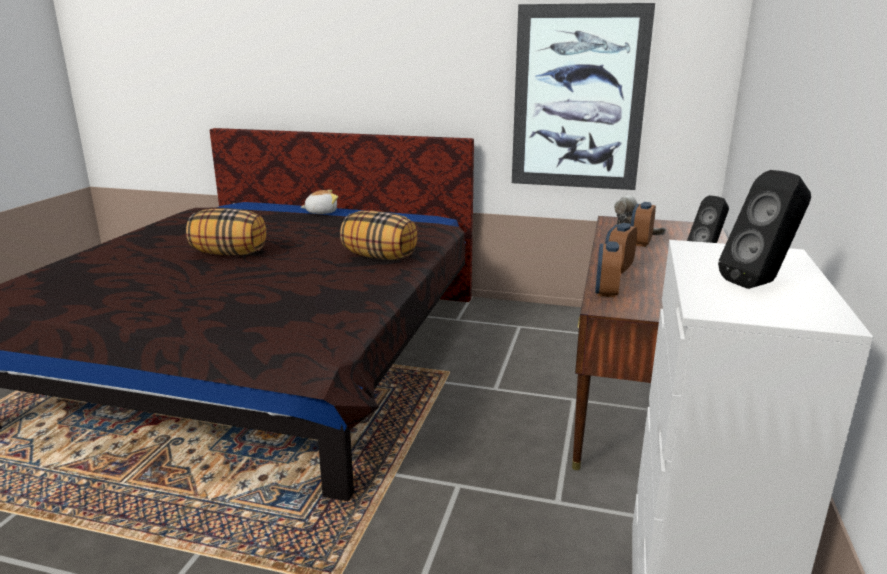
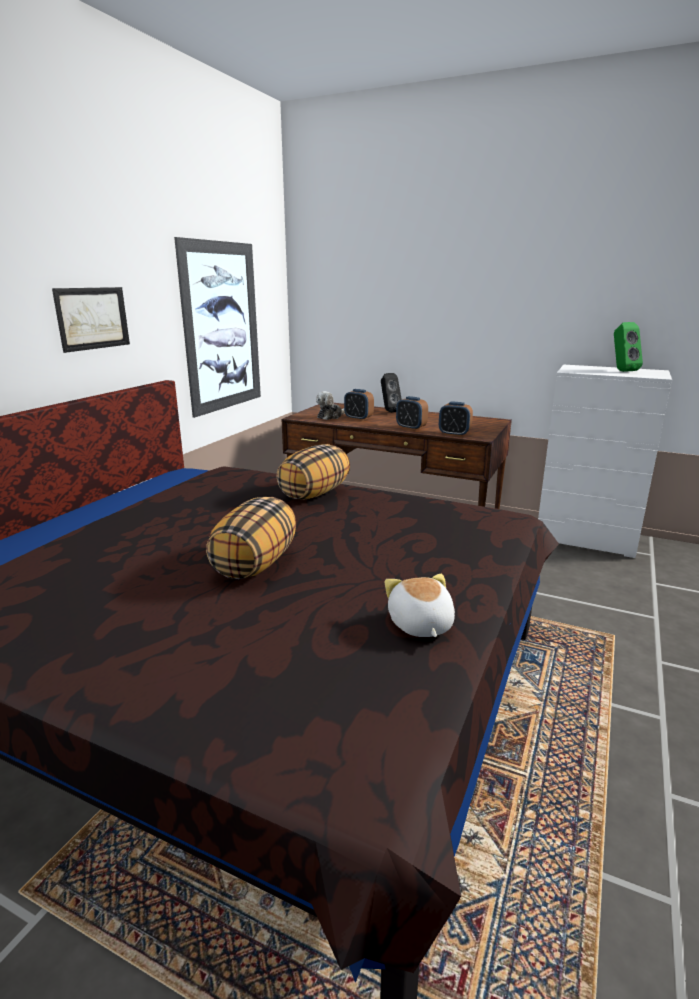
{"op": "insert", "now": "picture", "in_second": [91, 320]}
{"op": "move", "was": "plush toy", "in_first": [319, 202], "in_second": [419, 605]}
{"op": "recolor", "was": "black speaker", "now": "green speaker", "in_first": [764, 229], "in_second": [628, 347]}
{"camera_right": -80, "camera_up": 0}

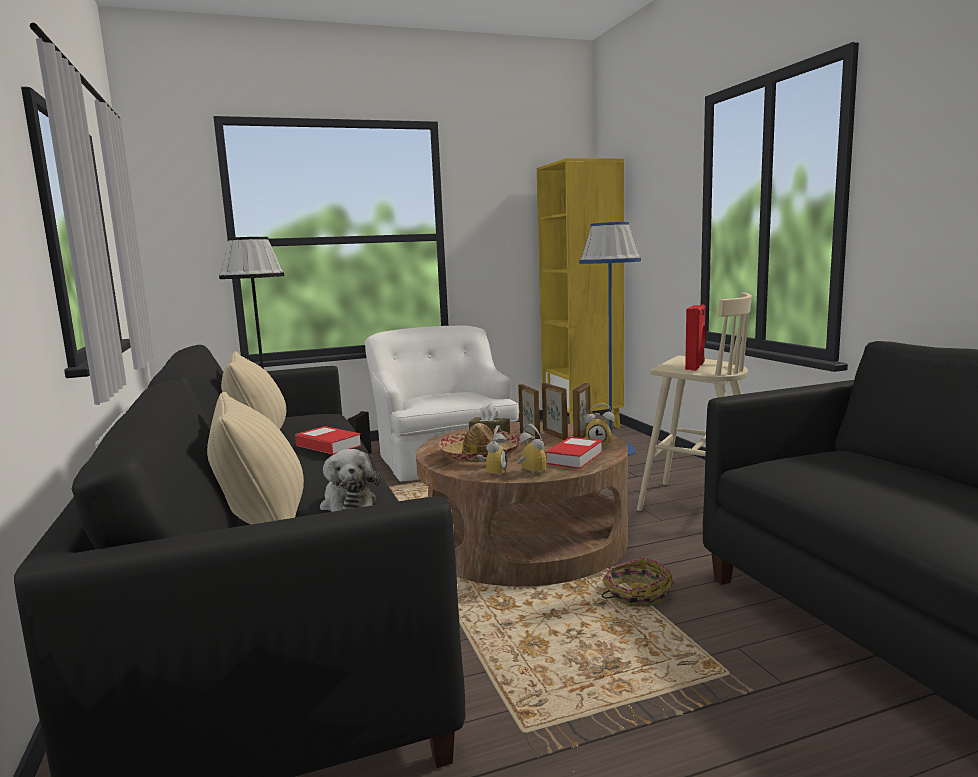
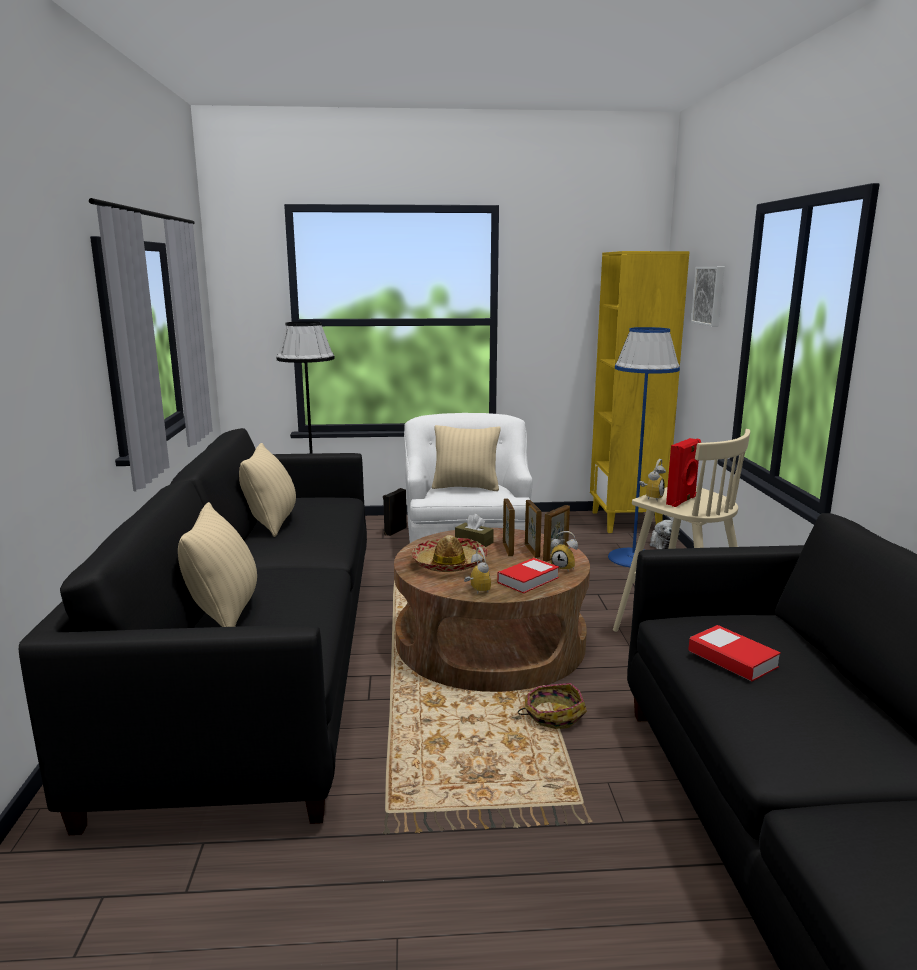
{"op": "insert", "now": "beige pillow", "in_second": [466, 458]}
{"op": "insert", "now": "picture", "in_second": [707, 297]}
{"op": "move", "was": "book", "in_first": [328, 440], "in_second": [734, 653]}
{"op": "move", "was": "plush toy", "in_first": [350, 480], "in_second": [665, 534]}
{"op": "move", "was": "alarm clock", "in_first": [492, 451], "in_second": [652, 479]}
{"camera_right": 15, "camera_up": 5}

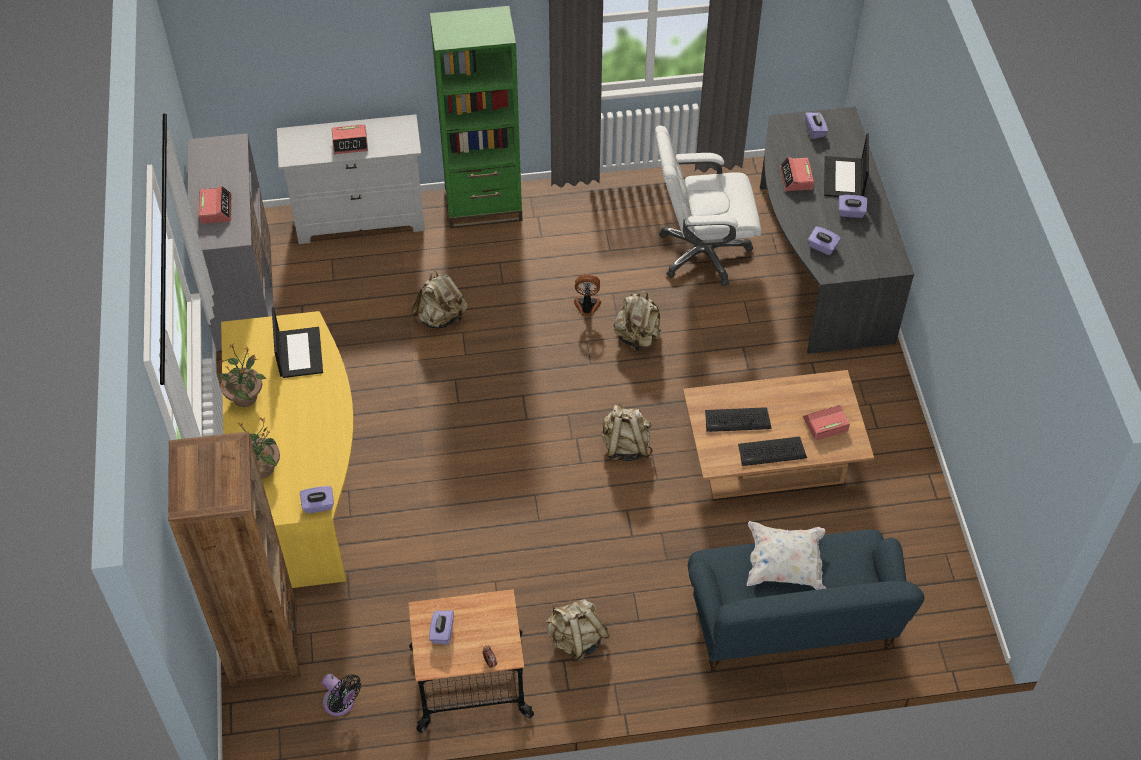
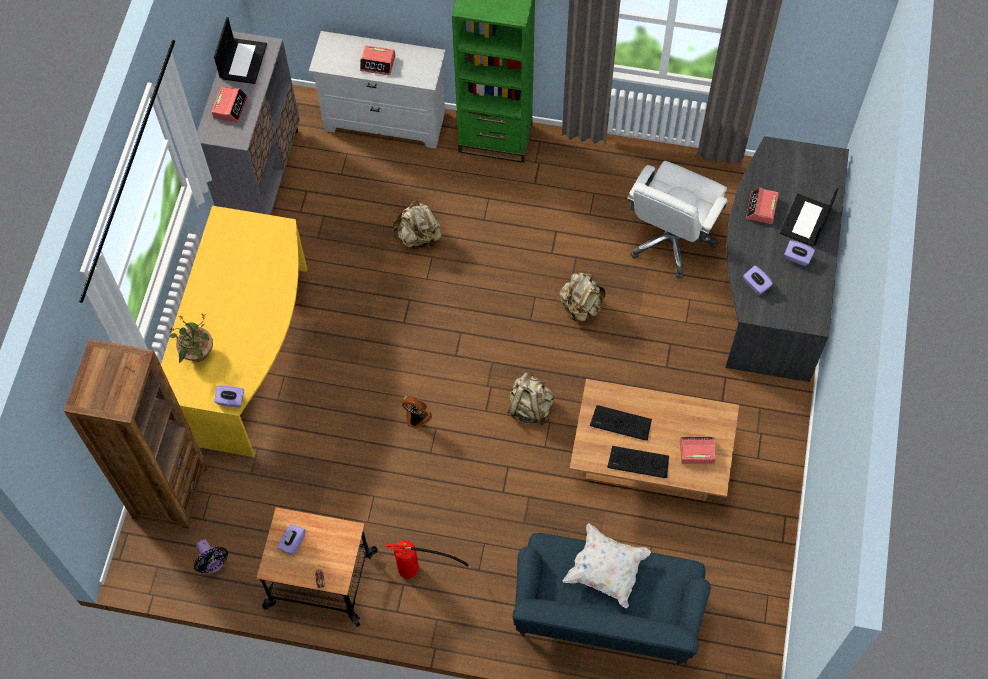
{"op": "delete", "was": "potted plant", "in_first": [242, 375]}
{"op": "delete", "was": "purple tissue box", "in_first": [816, 125]}
{"op": "move", "was": "laptop", "in_first": [297, 342], "in_second": [240, 50]}
{"op": "move", "was": "fan", "in_first": [587, 295], "in_second": [417, 412]}
{"op": "replace", "was": "beige backpack", "now": "fire extinguisher", "in_first": [578, 630], "in_second": [428, 559]}
{"op": "rotate", "was": "white office chair", "in_first": [708, 206], "in_second": [677, 220], "clockwise": -75}
{"camera_right": 20, "camera_up": 10}

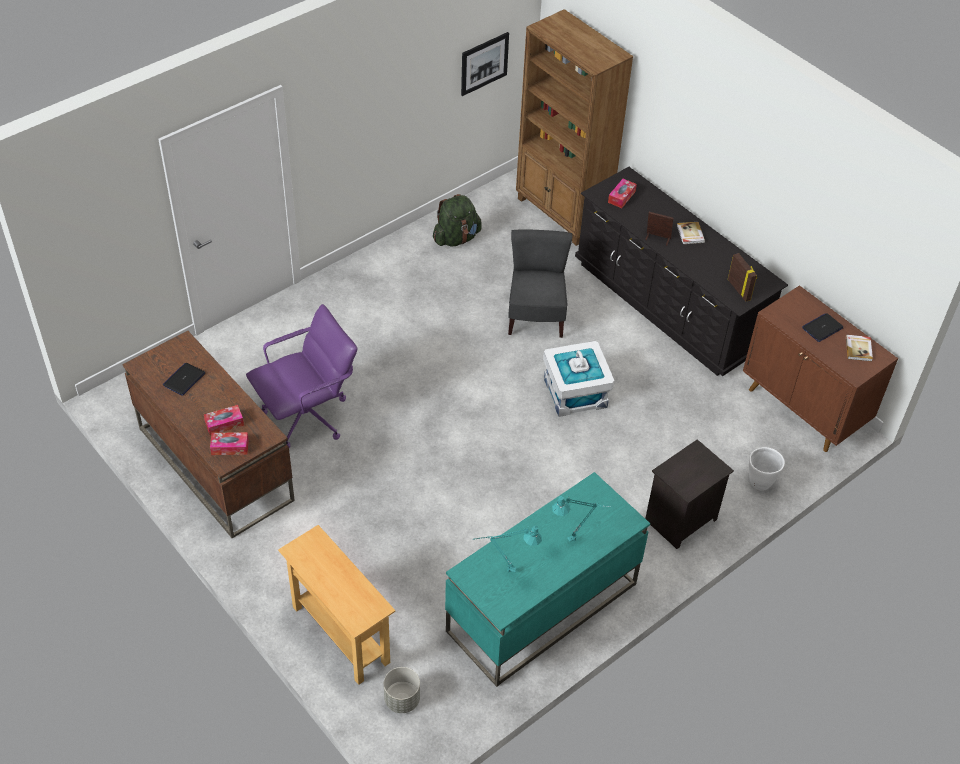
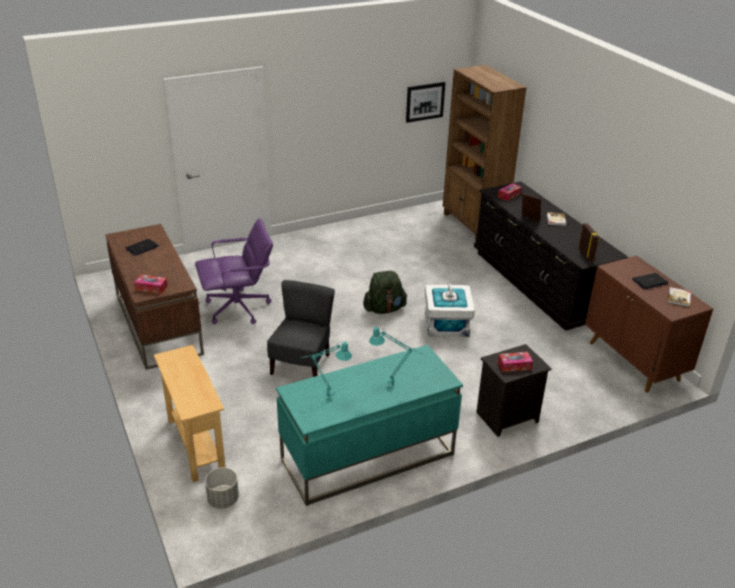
{"op": "delete", "was": "white planter", "in_first": [767, 469]}
{"op": "move", "was": "tissue box", "in_first": [224, 420], "in_second": [515, 362]}
{"op": "move", "was": "green backpack", "in_first": [457, 220], "in_second": [385, 292]}
{"op": "move", "was": "grey chair", "in_first": [540, 283], "in_second": [301, 328]}
{"camera_right": 15, "camera_up": -15}

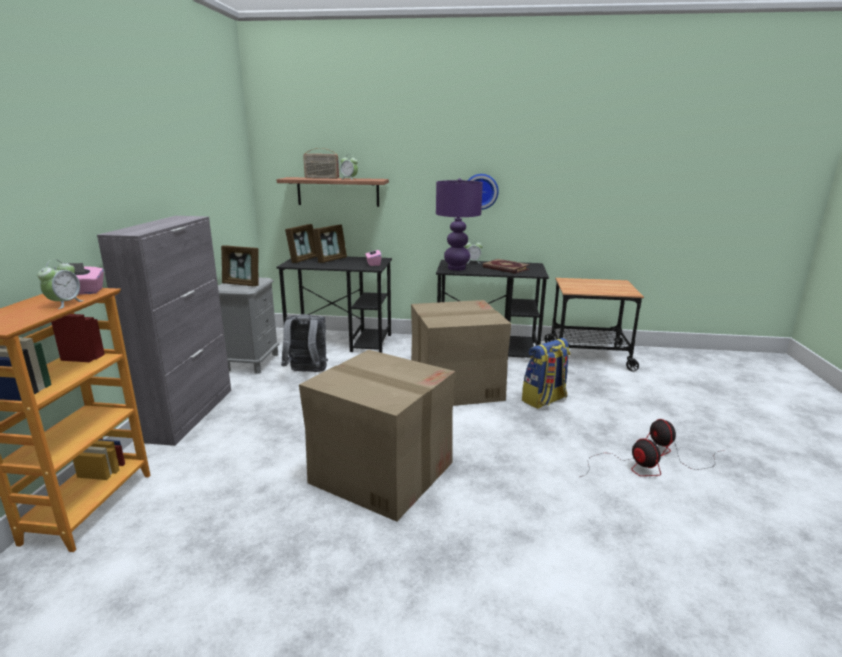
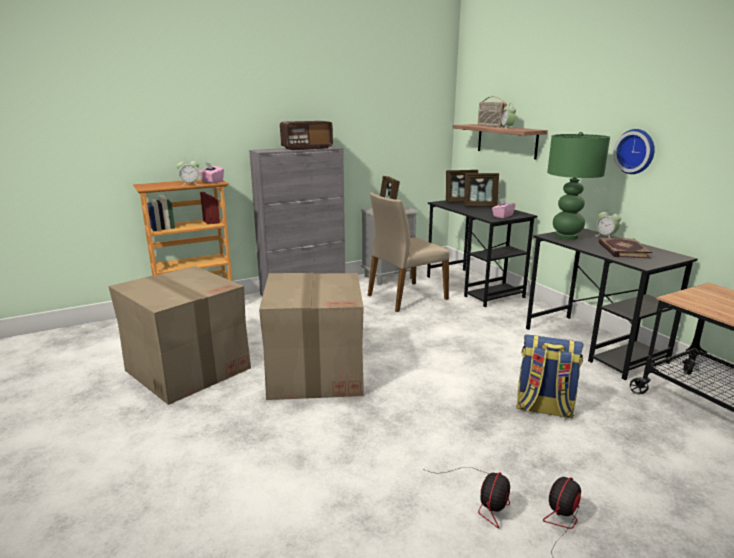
{"op": "insert", "now": "radio", "in_second": [306, 135]}
{"op": "move", "was": "cardboard box", "in_first": [461, 353], "in_second": [179, 335]}
{"op": "replace", "was": "grey backpack", "now": "beige chair", "in_first": [304, 343], "in_second": [408, 252]}
{"op": "recolor", "was": "purple table lamp", "now": "green table lamp", "in_first": [459, 224], "in_second": [578, 186]}
{"camera_right": 55, "camera_up": 0}

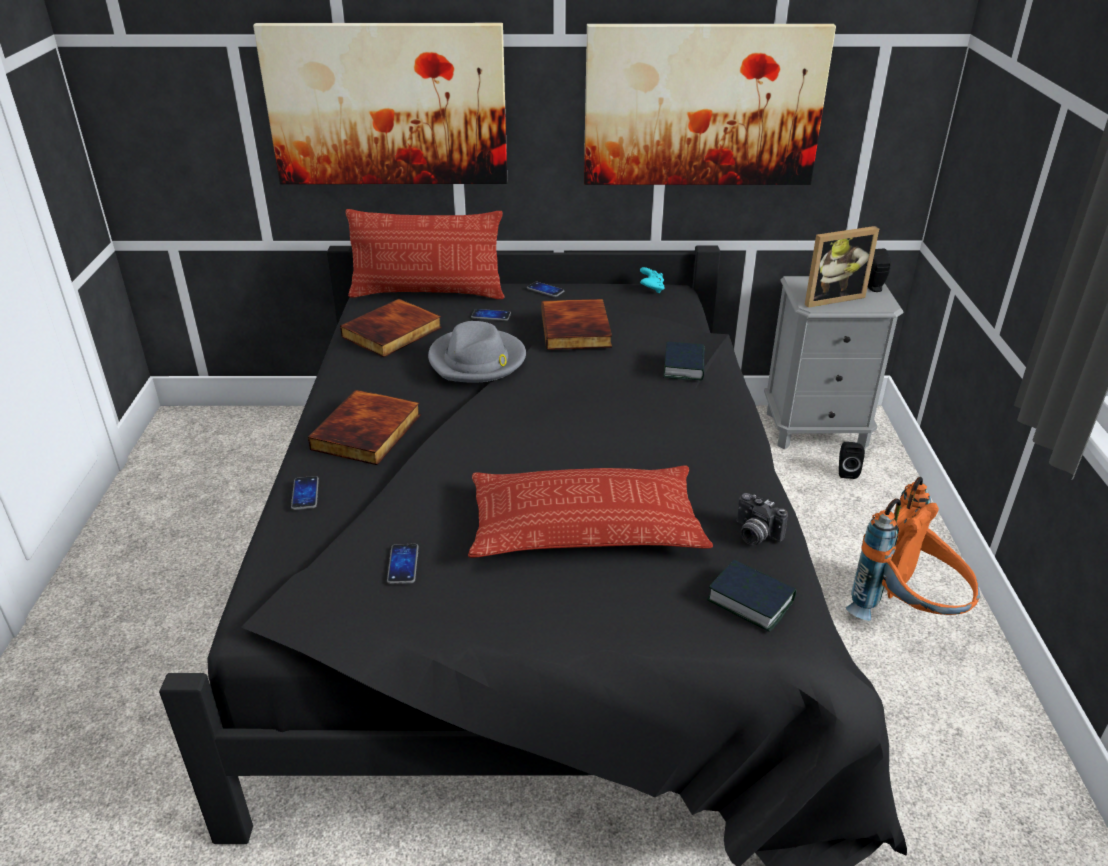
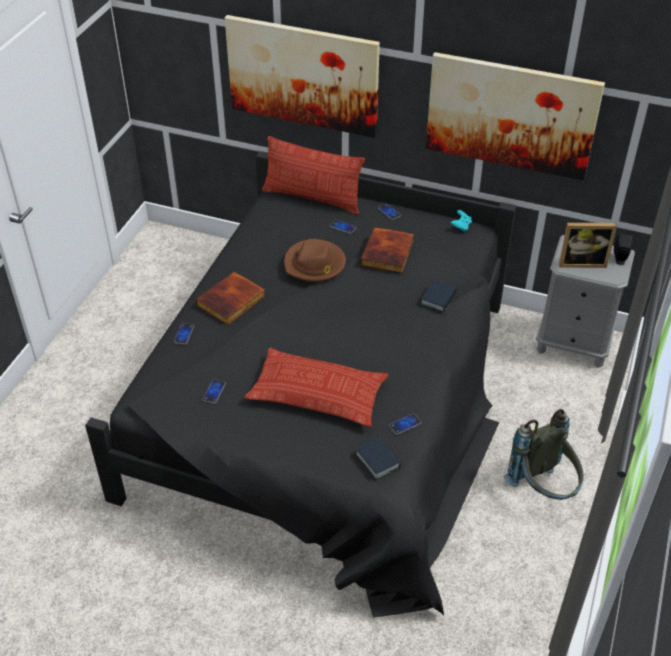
{"op": "delete", "was": "book", "in_first": [391, 328]}
{"op": "delete", "was": "black speaker", "in_first": [852, 460]}
{"op": "replace", "was": "photo camera", "now": "phone", "in_first": [762, 519], "in_second": [405, 424]}
{"op": "recolor", "was": "grey hat", "now": "brown hat", "in_first": [477, 352], "in_second": [315, 260]}
{"op": "recolor", "was": "orange backpack", "now": "grey backpack", "in_first": [913, 549], "in_second": [544, 454]}
{"camera_right": 20, "camera_up": 10}

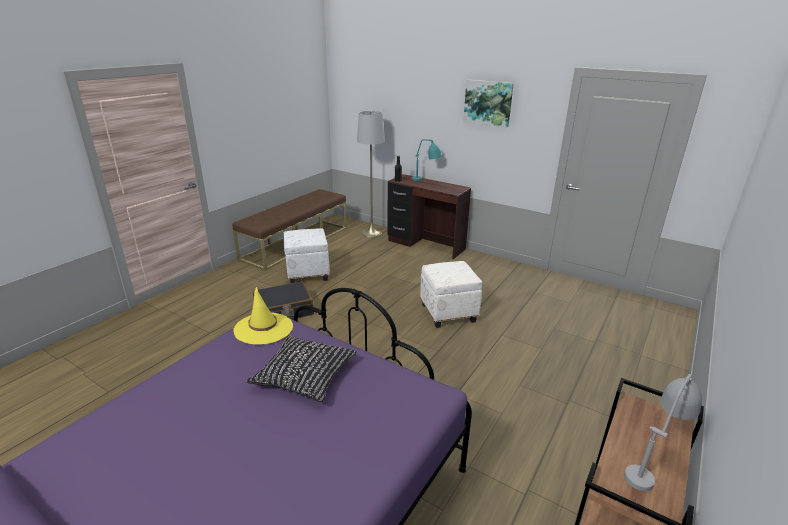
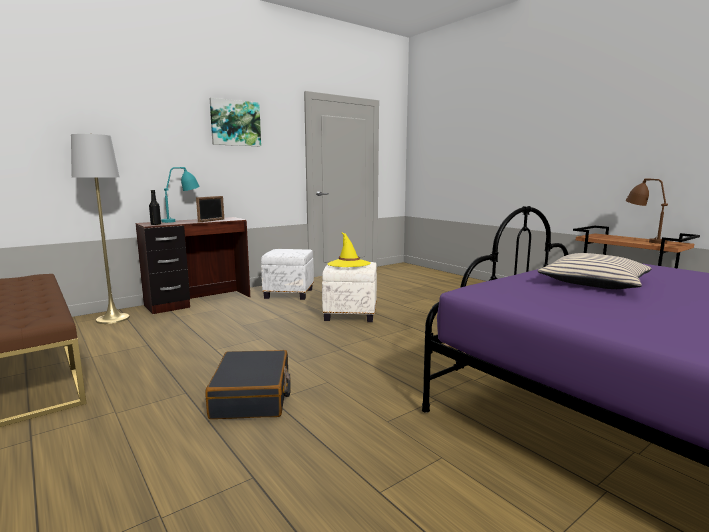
{"op": "insert", "now": "picture frame", "in_second": [210, 209]}
{"op": "move", "was": "yellow hat", "in_first": [263, 316], "in_second": [349, 249]}
{"op": "move", "was": "white ottoman", "in_first": [306, 255], "in_second": [287, 274]}
{"op": "recolor", "was": "black pillow", "now": "beige pillow", "in_first": [301, 368], "in_second": [595, 271]}
{"op": "recolor", "was": "grey table lamp", "now": "brown table lamp", "in_first": [663, 432], "in_second": [647, 211]}
{"camera_right": -70, "camera_up": -15}

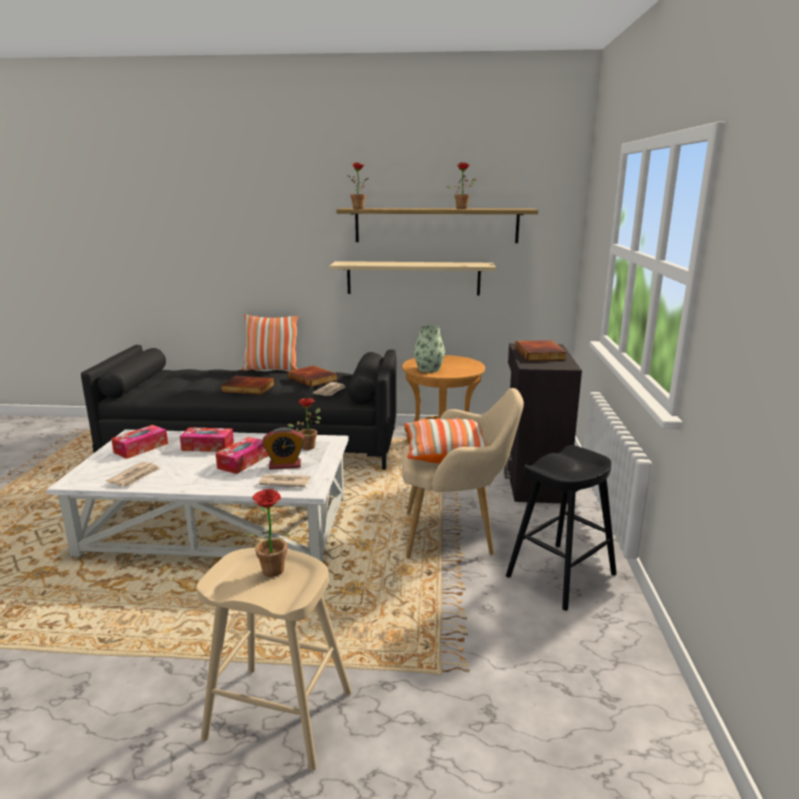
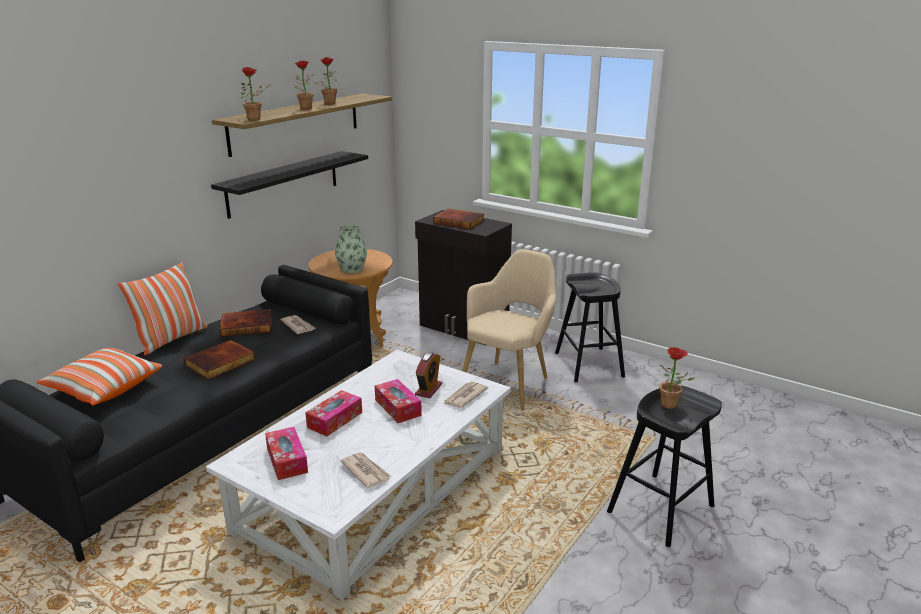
{"op": "move", "was": "potted plant", "in_first": [304, 424], "in_second": [304, 85]}
{"op": "move", "was": "pillow", "in_first": [446, 440], "in_second": [99, 377]}
{"op": "recolor", "was": "beige stool", "now": "black stool", "in_first": [274, 659], "in_second": [664, 466]}
{"op": "recolor", "was": "beige shelf", "now": "black shelf", "in_first": [412, 278], "in_second": [289, 185]}
{"camera_right": -60, "camera_up": 5}

